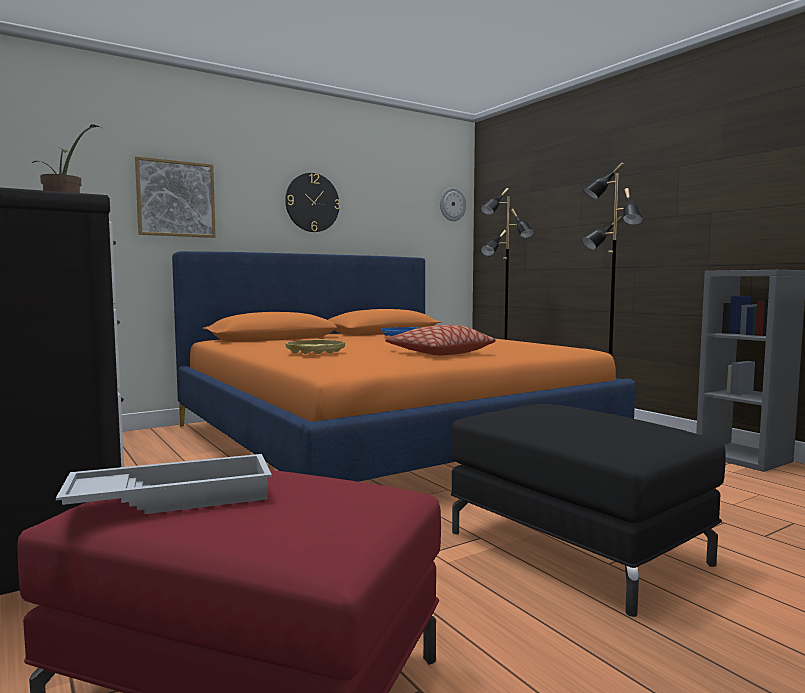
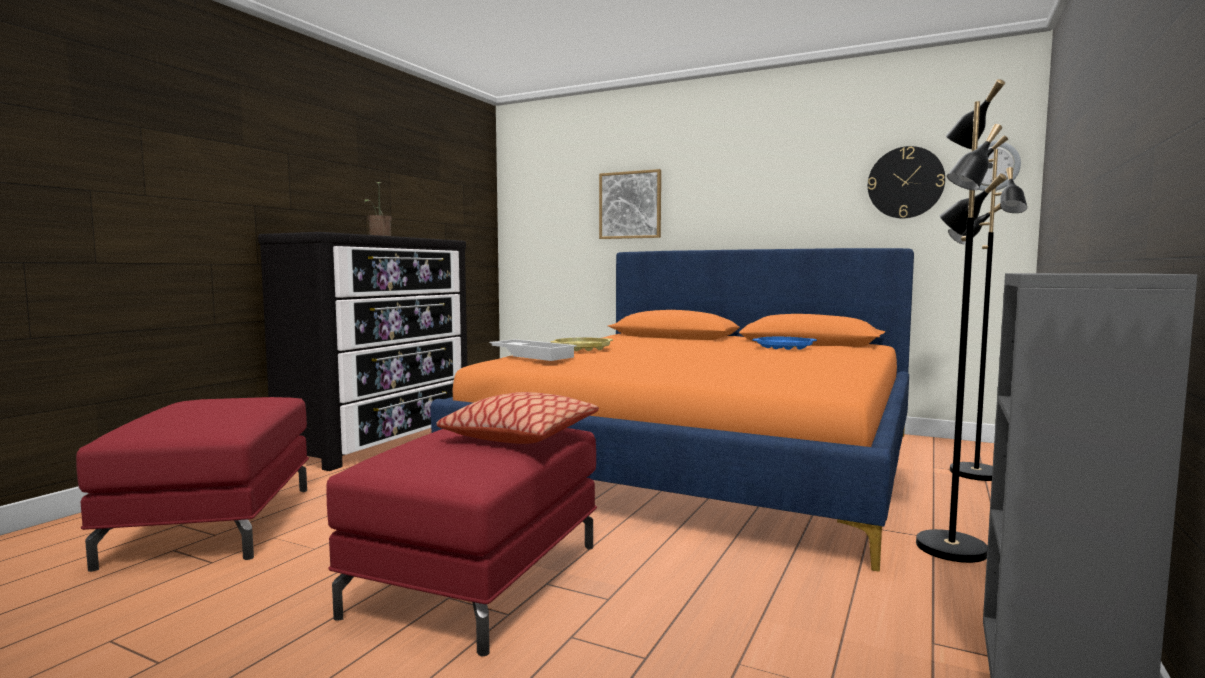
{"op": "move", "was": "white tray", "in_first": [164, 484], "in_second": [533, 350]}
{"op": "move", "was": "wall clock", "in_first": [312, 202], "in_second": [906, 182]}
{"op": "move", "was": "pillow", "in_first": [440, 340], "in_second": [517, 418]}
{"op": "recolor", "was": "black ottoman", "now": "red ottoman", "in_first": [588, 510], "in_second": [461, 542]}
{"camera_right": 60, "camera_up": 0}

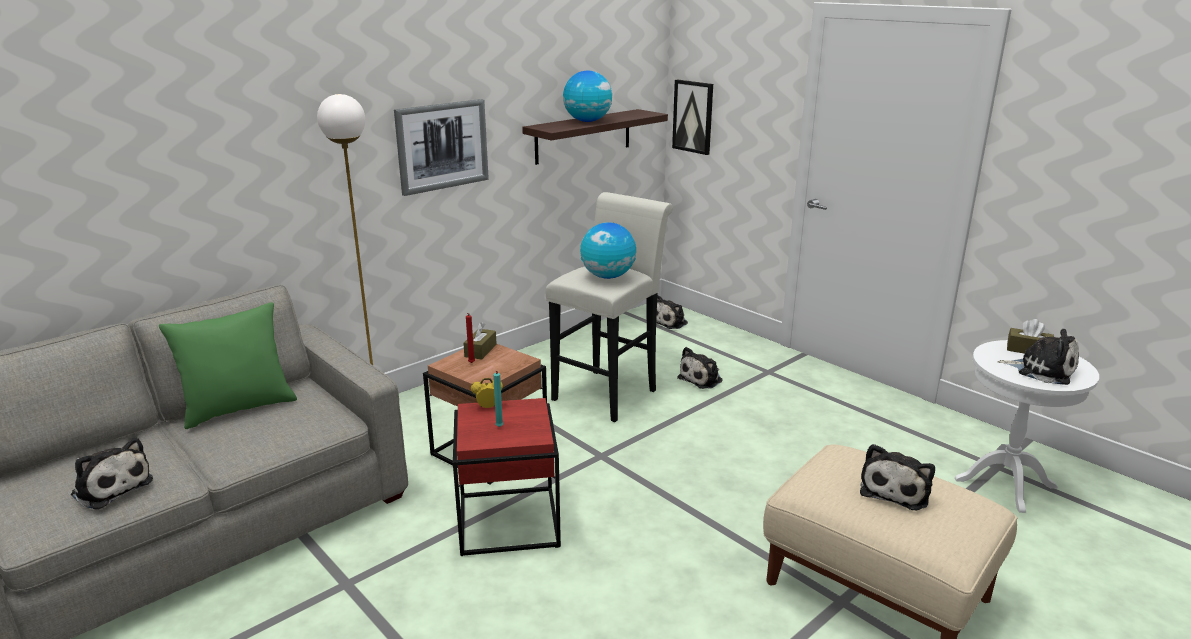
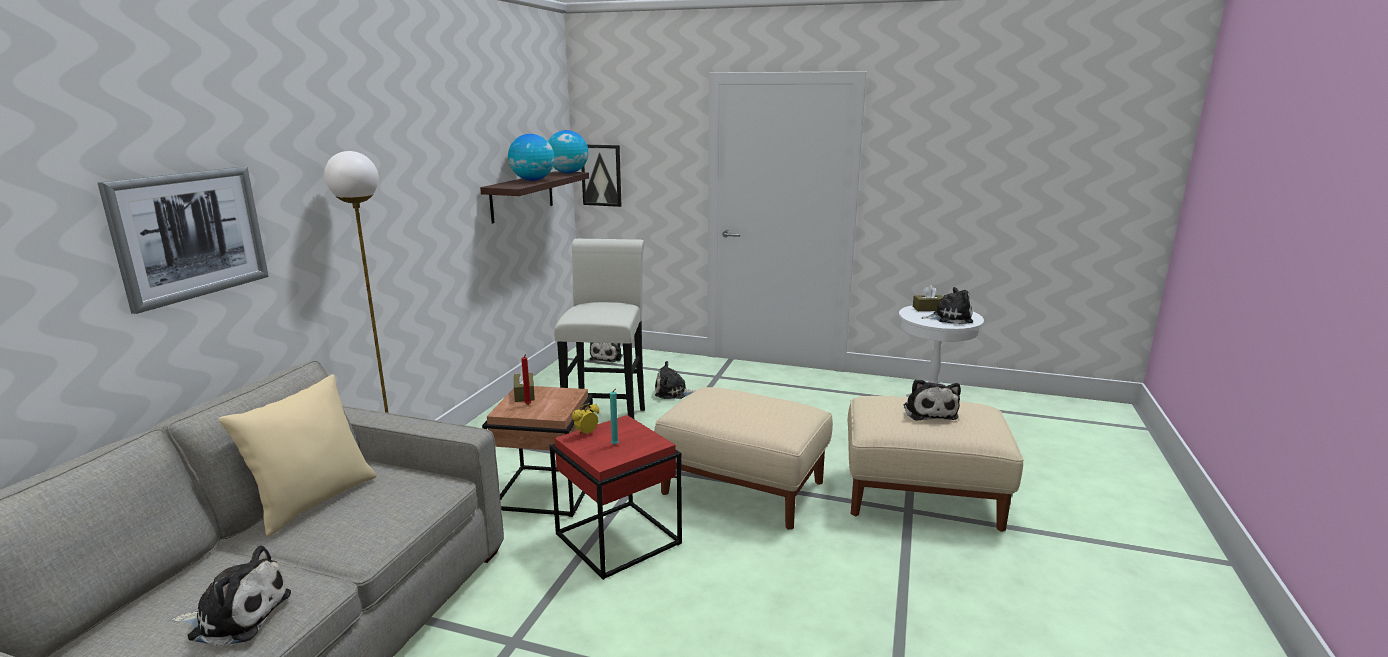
{"op": "insert", "now": "beige ottoman", "in_second": [743, 458]}
{"op": "move", "was": "picture", "in_first": [441, 147], "in_second": [183, 240]}
{"op": "move", "was": "globe", "in_first": [608, 250], "in_second": [568, 151]}
{"op": "recolor", "was": "green pillow", "now": "beige pillow", "in_first": [228, 365], "in_second": [297, 456]}
{"op": "rotate", "was": "plush toy", "in_first": [700, 368], "in_second": [675, 380], "clockwise": 75}
{"camera_right": -30, "camera_up": -5}

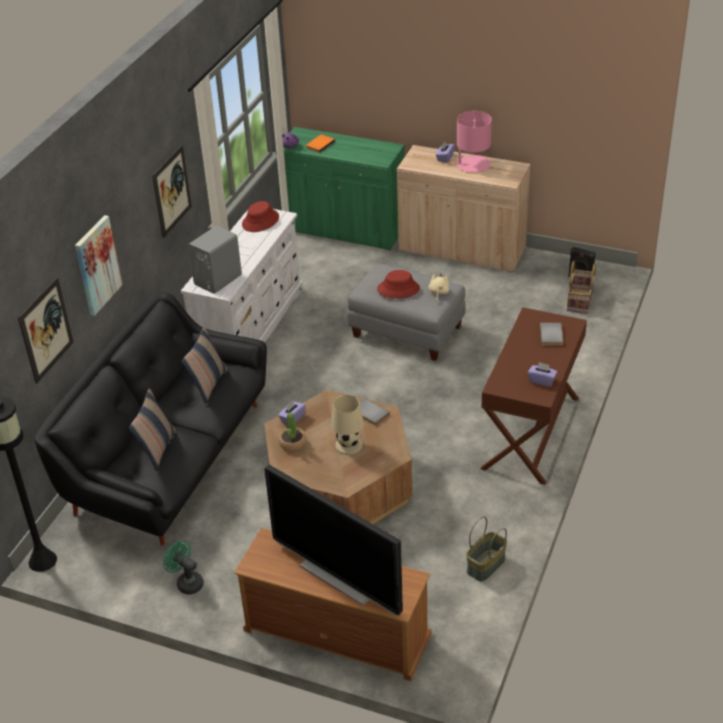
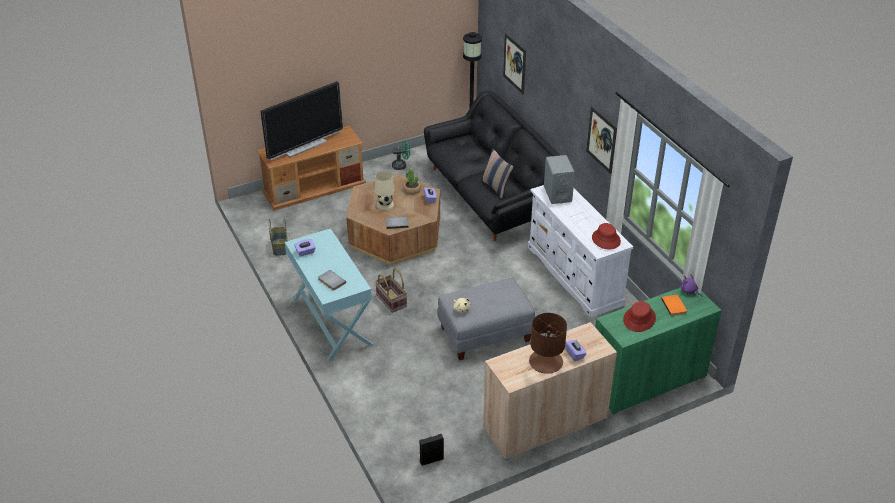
{"op": "delete", "was": "picture", "in_first": [98, 265]}
{"op": "delete", "was": "pillow", "in_first": [152, 429]}
{"op": "move", "was": "red hat", "in_first": [398, 284], "in_second": [639, 316]}
{"op": "move", "was": "basket", "in_first": [581, 287], "in_second": [391, 290]}
{"op": "recolor", "was": "pink table lamp", "now": "brown table lamp", "in_first": [474, 142], "in_second": [548, 343]}
{"op": "recolor", "was": "brown console table", "now": "turquoise console table", "in_first": [533, 396], "in_second": [329, 294]}
{"op": "rotate", "was": "television", "in_first": [333, 540], "in_second": [302, 120], "clockwise": 150}
{"camera_right": 130, "camera_up": 0}

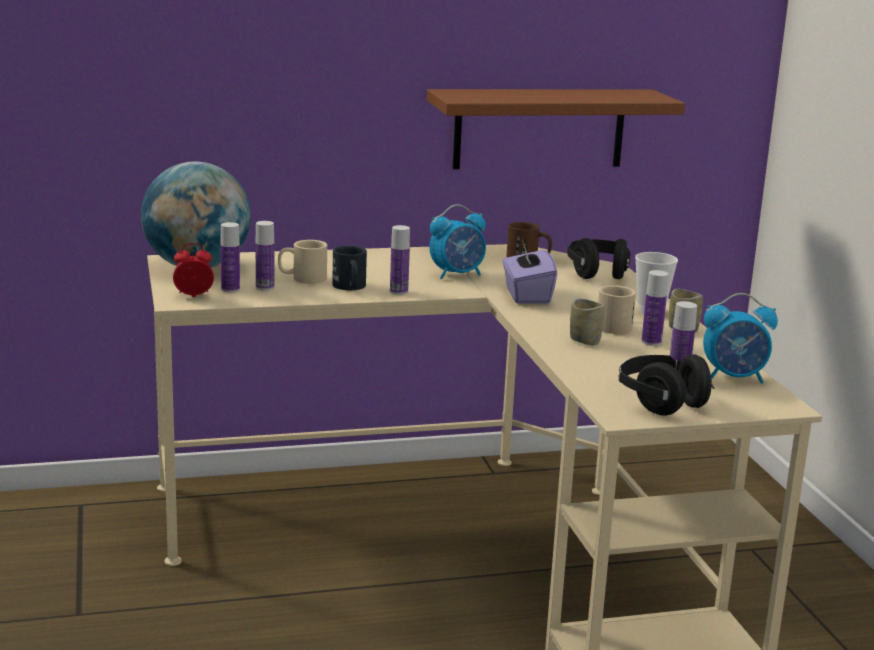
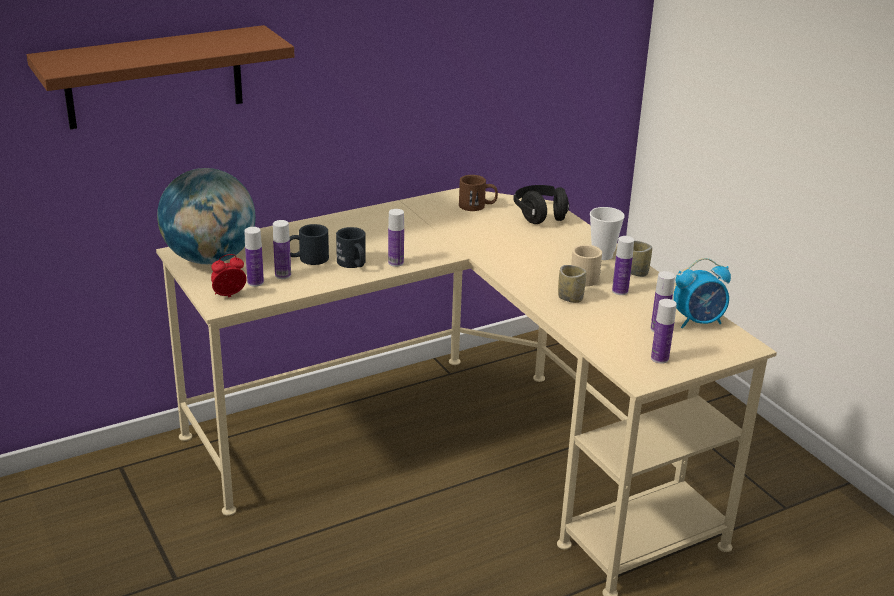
{"op": "delete", "was": "alarm clock", "in_first": [457, 242]}
{"op": "delete", "was": "purple tissue box", "in_first": [530, 272]}
{"op": "move", "was": "brown shelf", "in_first": [556, 129], "in_second": [161, 77]}
{"op": "replace", "was": "black headphones", "now": "bottle", "in_first": [667, 385], "in_second": [664, 331]}
{"op": "recolor", "was": "beige mug", "now": "black mug", "in_first": [302, 262], "in_second": [309, 244]}
{"camera_right": -15, "camera_up": 10}

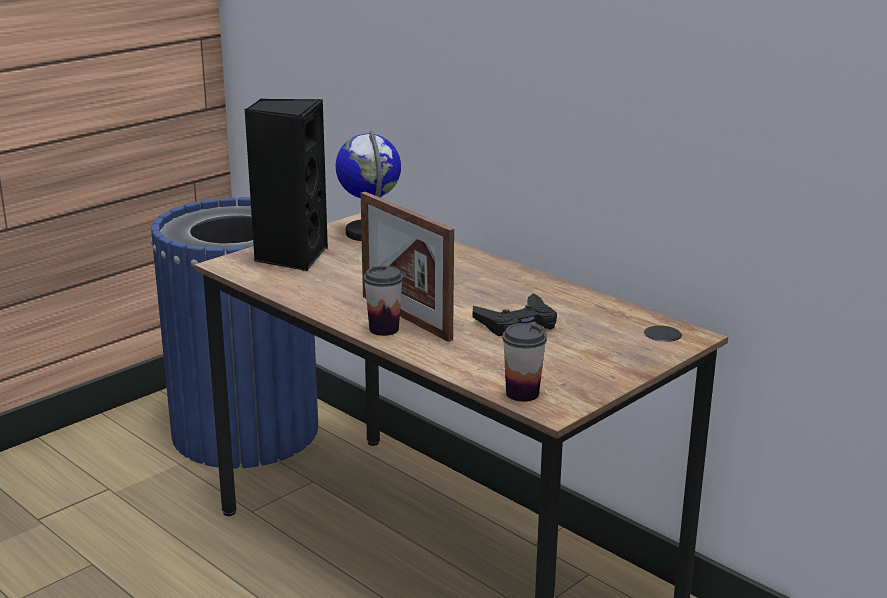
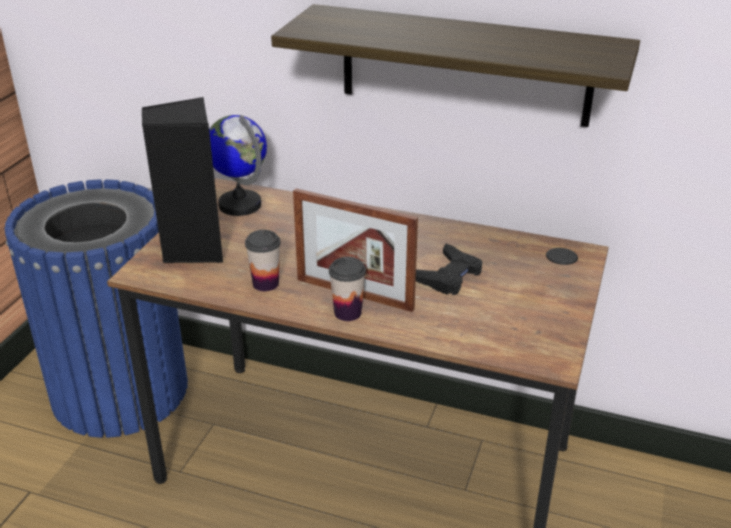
{"op": "insert", "now": "shelf", "in_second": [455, 65]}
{"op": "move", "was": "cup", "in_first": [524, 362], "in_second": [263, 260]}
{"camera_right": -25, "camera_up": 10}

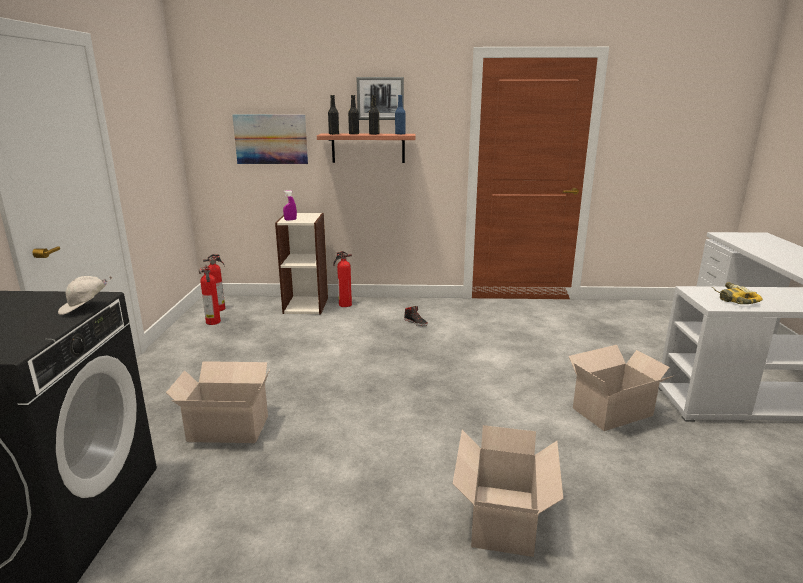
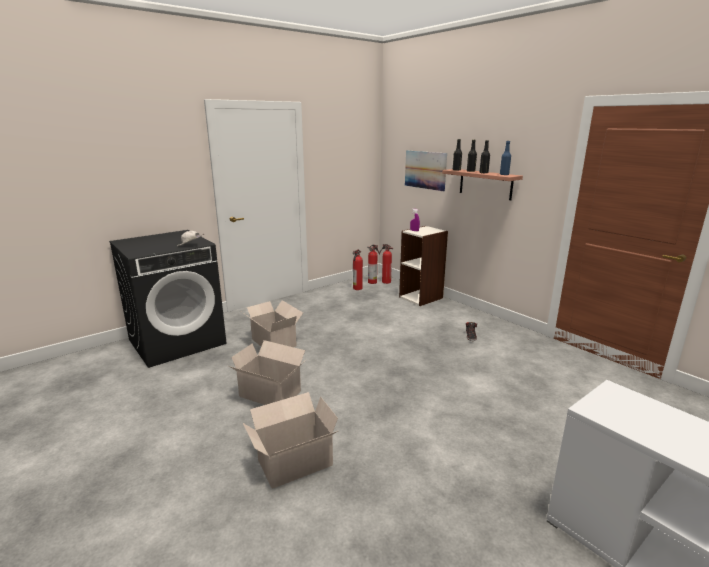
{"op": "delete", "was": "picture", "in_first": [380, 98]}
{"op": "delete", "was": "power drill", "in_first": [737, 293]}
{"op": "move", "was": "fire extinguisher", "in_first": [342, 279], "in_second": [386, 264]}
{"op": "move", "was": "cardboard box", "in_first": [622, 388], "in_second": [267, 372]}
{"camera_right": 50, "camera_up": 0}

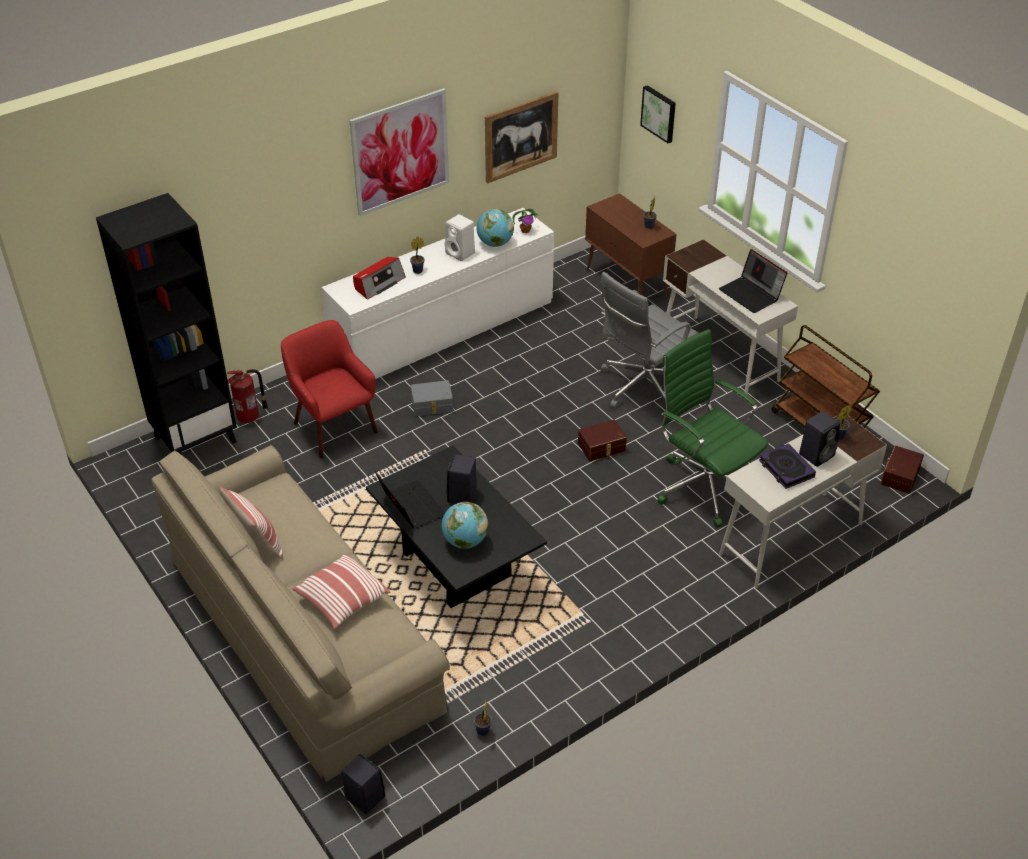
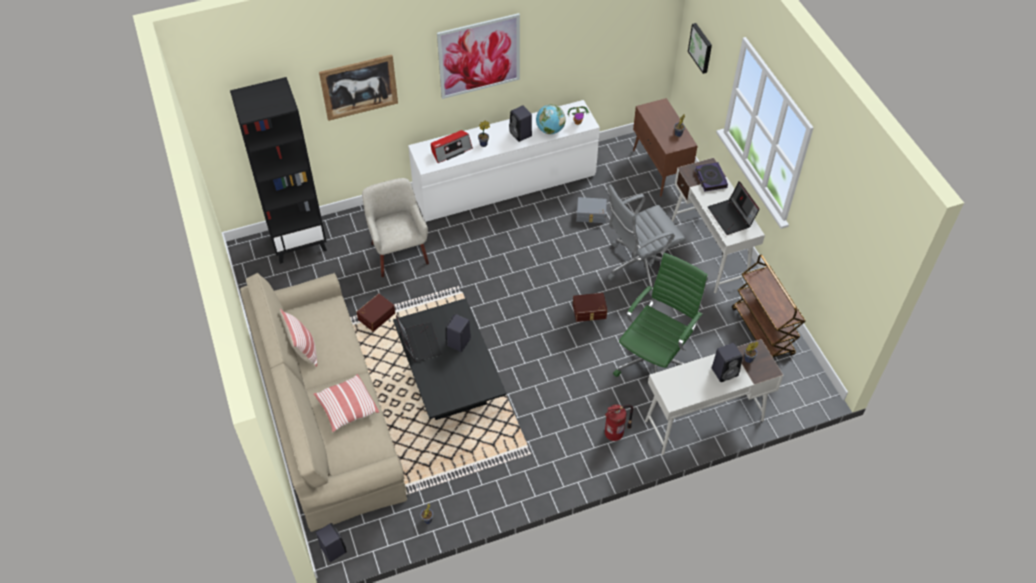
{"op": "delete", "was": "globe", "in_first": [465, 525]}
{"op": "move", "was": "fire extinguisher", "in_first": [247, 396], "in_second": [619, 423]}
{"op": "move", "was": "grey storage box", "in_first": [431, 398], "in_second": [591, 210]}
{"op": "move", "was": "picture", "in_first": [522, 137], "in_second": [358, 88]}
{"op": "move", "was": "book", "in_first": [787, 466], "in_second": [711, 177]}
{"op": "move", "was": "brown storage box", "in_first": [902, 470], "in_second": [376, 312]}
{"op": "recolor", "was": "red armchair", "now": "beige armchair", "in_first": [329, 389], "in_second": [395, 227]}
{"op": "recolor", "was": "white speaker", "now": "black speaker", "in_first": [460, 237], "in_second": [520, 123]}
{"op": "rotate", "was": "green office chair", "in_first": [712, 428], "in_second": [660, 315], "clockwise": 60}
{"camera_right": 15, "camera_up": 10}

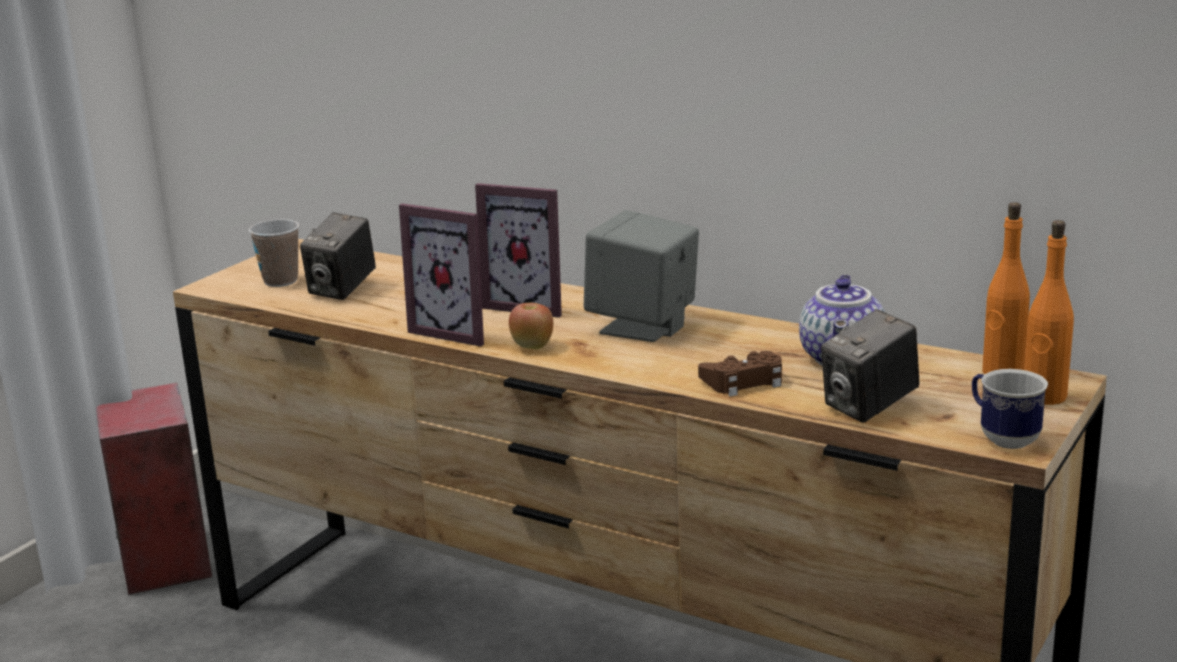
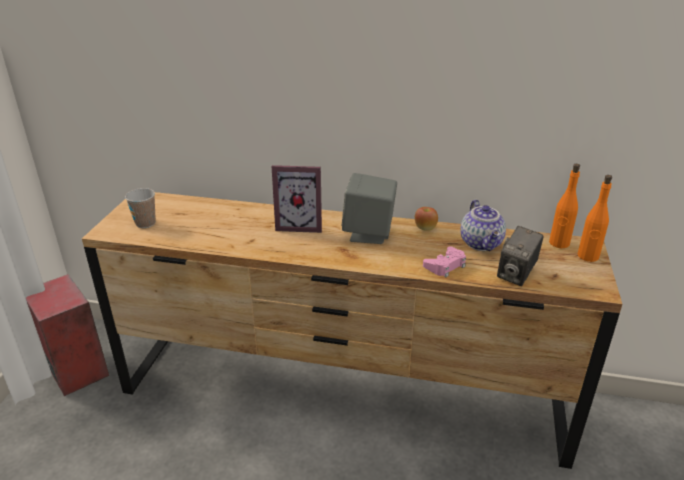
{"op": "delete", "was": "photo camera", "in_first": [338, 256]}
{"op": "delete", "was": "picture frame", "in_first": [441, 275]}
{"op": "delete", "was": "mug", "in_first": [1010, 409]}
{"op": "move", "was": "apple", "in_first": [531, 326], "in_second": [426, 219]}
{"op": "recolor", "was": "brown game controller", "now": "pink game controller", "in_first": [740, 374], "in_second": [444, 261]}
{"camera_right": -20, "camera_up": 10}

